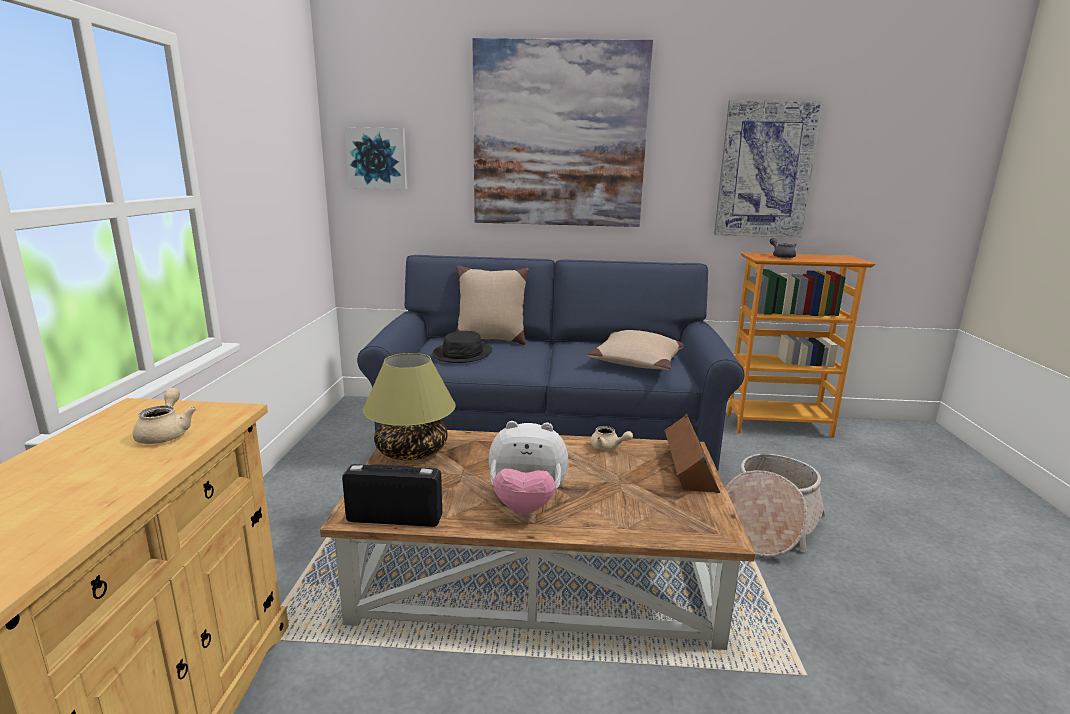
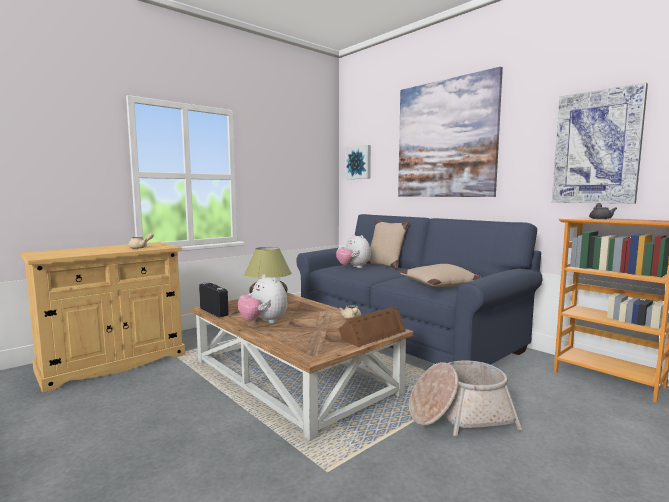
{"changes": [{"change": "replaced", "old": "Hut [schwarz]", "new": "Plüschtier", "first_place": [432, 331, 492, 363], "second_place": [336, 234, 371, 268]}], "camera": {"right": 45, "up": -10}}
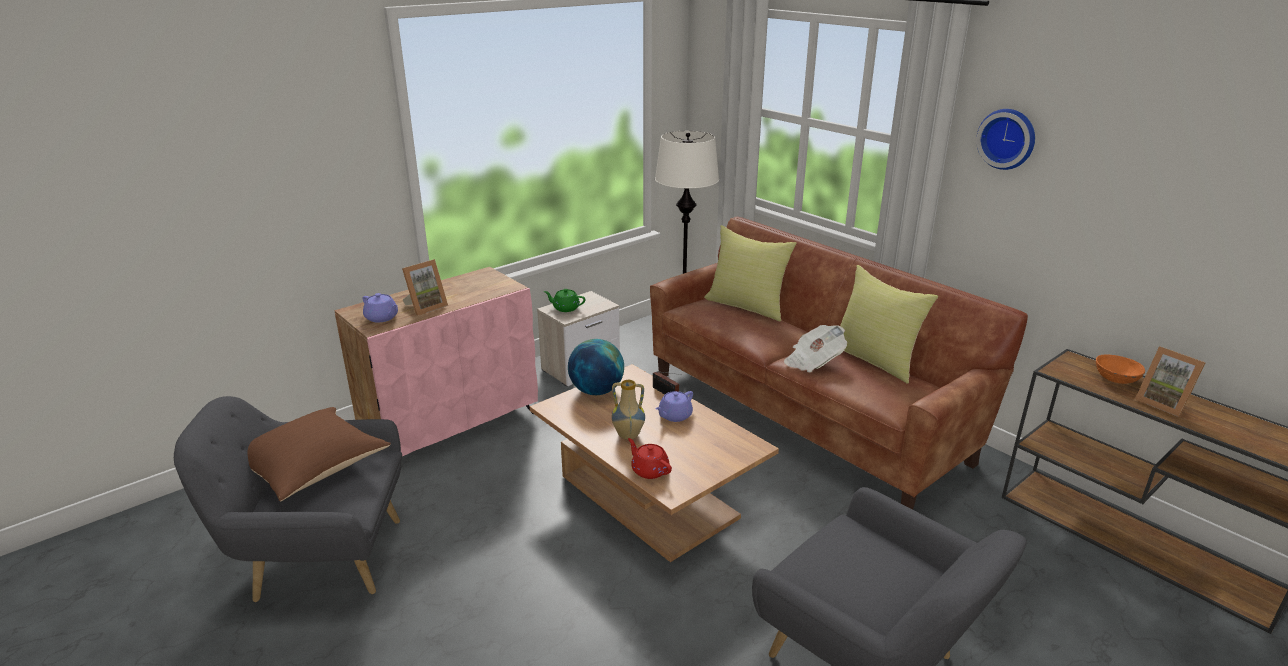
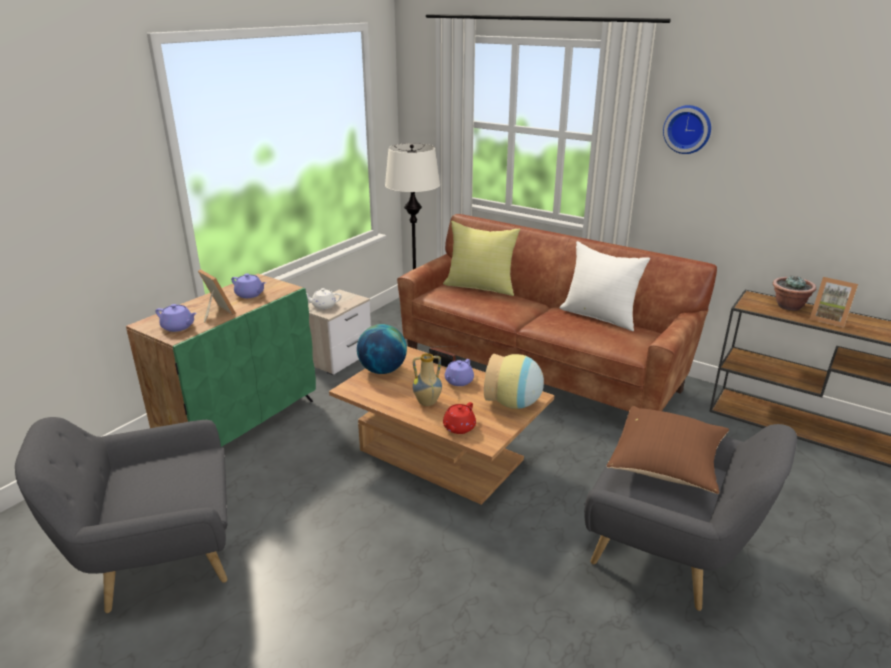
{"changes": [{"change": "removed", "old": "Zeitung", "first_place": [784, 325, 847, 372]}, {"change": "added", "new": "Teekanne [lila]", "second_place": [231, 273, 266, 298]}, {"change": "added", "new": "Vase", "second_place": [484, 354, 544, 409]}, {"change": "moved", "old": "Kissen [braun]", "first_place": [247, 407, 391, 501], "second_place": [607, 406, 729, 494]}, {"change": "replaced", "old": "Schüssel [orange]", "new": "Topfpflanze", "first_place": [1096, 355, 1145, 384], "second_place": [773, 276, 817, 311]}, {"change": "recoloured", "old": "Schrank [rosa]", "new": "Schrank [grün]", "first_place": [334, 267, 538, 456], "second_place": [126, 274, 316, 447]}, {"change": "recoloured", "old": "Teekanne [grün]", "new": "Teekanne [weiß]", "first_place": [544, 289, 585, 312], "second_place": [306, 288, 342, 309]}, {"change": "recoloured", "old": "Kissen [gelb]", "new": "Kissen [weiß]", "first_place": [840, 265, 938, 384], "second_place": [559, 241, 650, 331]}, {"change": "turned", "old": "Bilderrahmen", "first_place": [402, 259, 448, 316], "second_place": [198, 269, 236, 323], "degrees": -75}, {"change": "turned", "old": "Teekanne [rot]", "first_place": [628, 438, 672, 479], "second_place": [443, 402, 476, 434], "degrees": -90}], "camera": {"right": -15, "up": 0}}
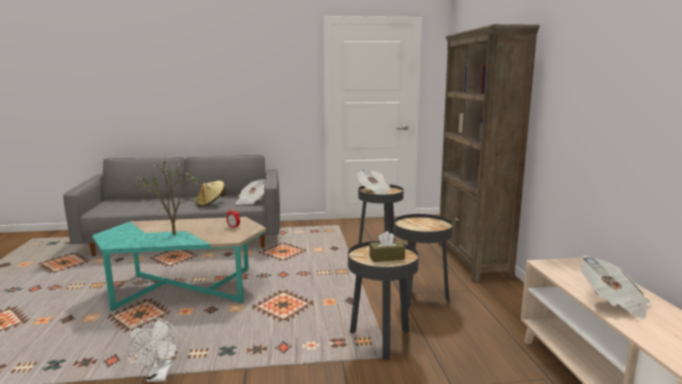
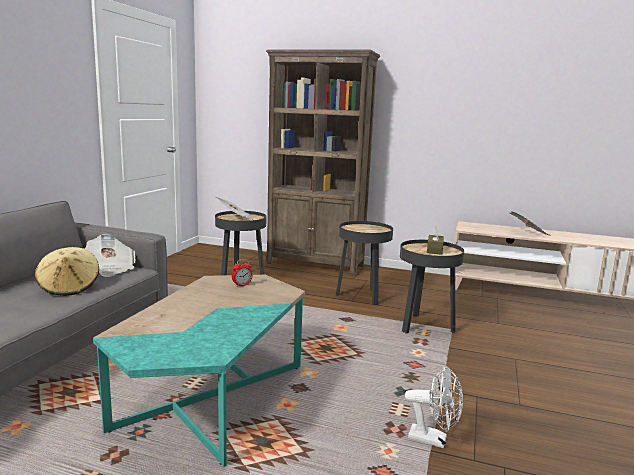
{"changes": [{"change": "removed", "old": "Topfpflanze", "first_place": [130, 159, 208, 235]}], "camera": {"right": -65, "up": 0}}
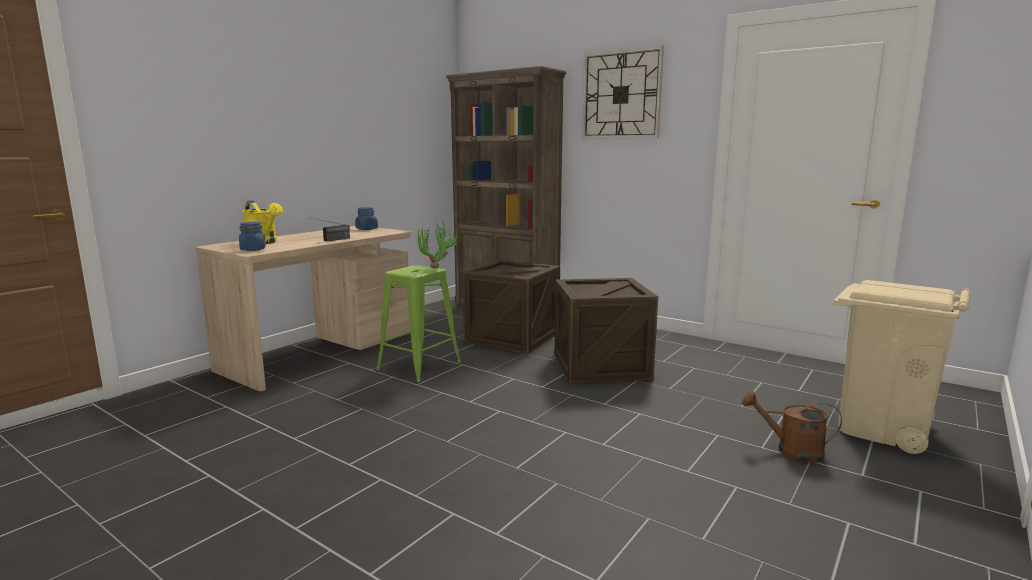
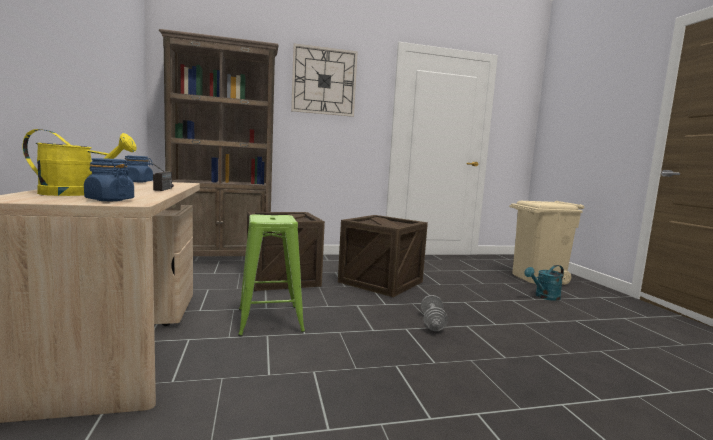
{"changes": [{"change": "removed", "old": "Topfpflanze", "first_place": [415, 219, 460, 269]}, {"change": "added", "new": "Hantel [grau]", "second_place": [421, 295, 448, 331]}, {"change": "recoloured", "old": "Gießkanne [braun]", "new": "Gießkanne [türkis]", "first_place": [742, 391, 842, 463], "second_place": [524, 265, 564, 301]}], "camera": {"right": -50, "up": -5}}
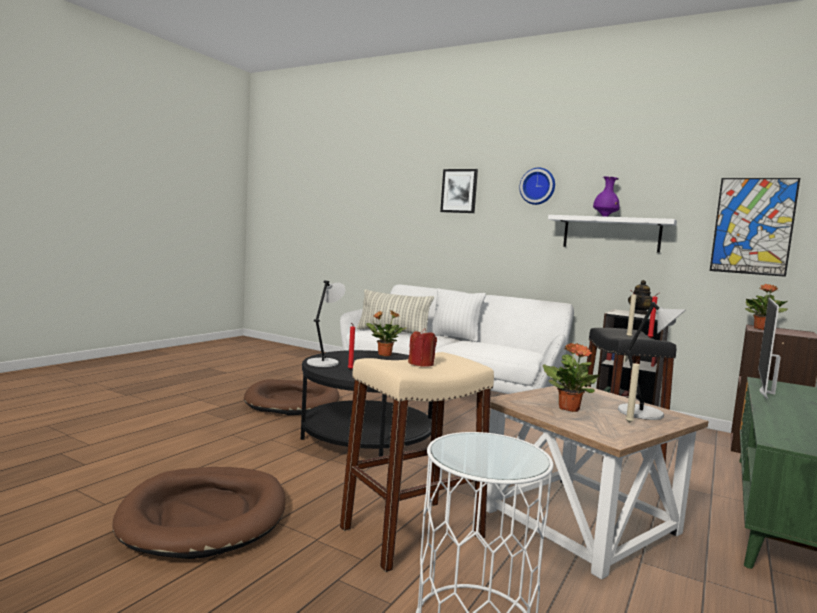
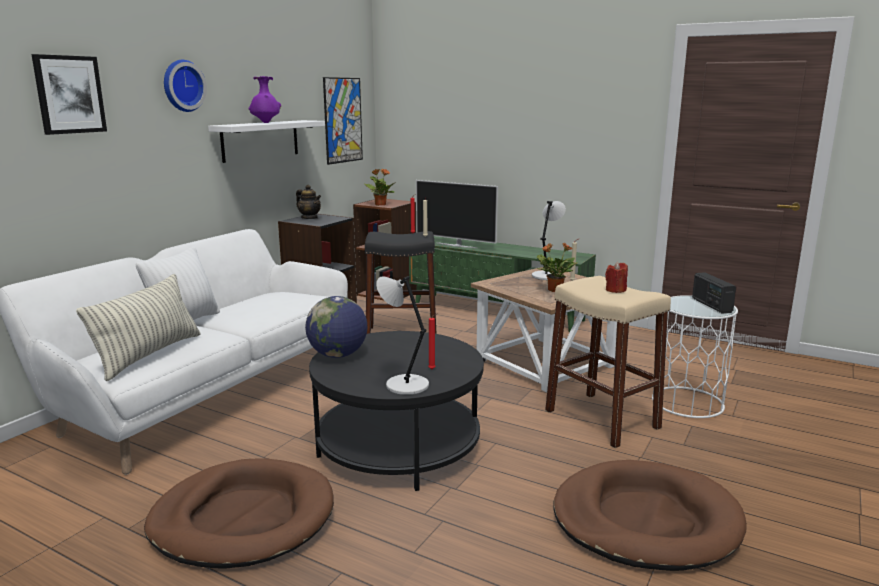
{"changes": [{"change": "added", "new": "Radio", "second_place": [692, 272, 736, 313]}, {"change": "replaced", "old": "Topfpflanze", "new": "Globus", "first_place": [366, 311, 406, 356], "second_place": [305, 296, 367, 358]}], "camera": {"right": -90, "up": 10}}
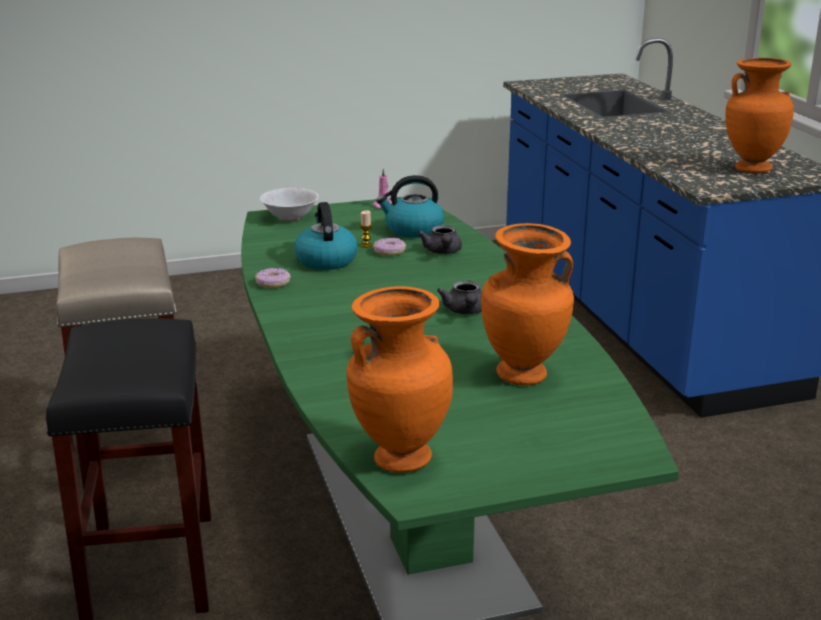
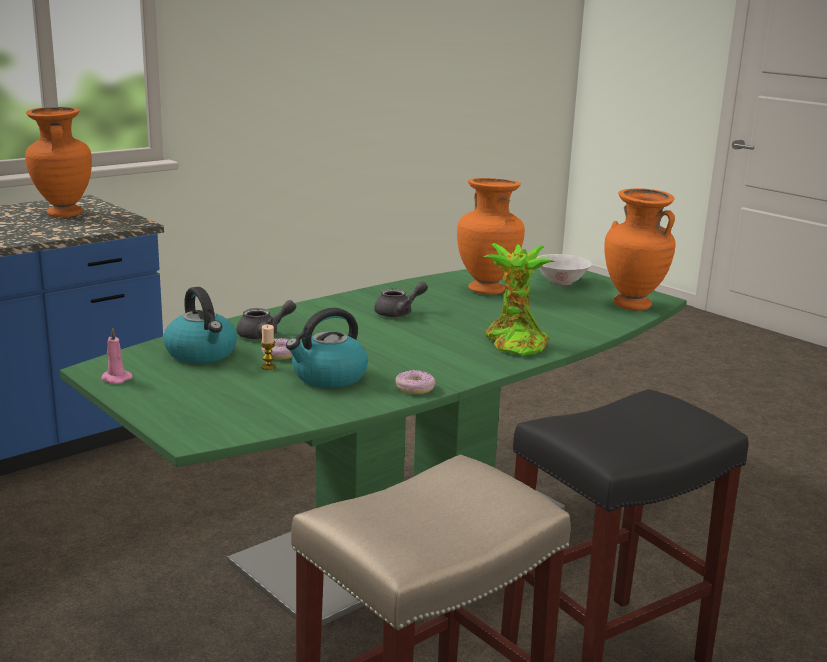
{"changes": [{"change": "added", "new": "Topfpflanze", "second_place": [484, 243, 555, 356]}, {"change": "moved", "old": "Schüssel [weiß]", "first_place": [260, 188, 319, 221], "second_place": [536, 254, 592, 285]}], "camera": {"right": -115, "up": -5}}
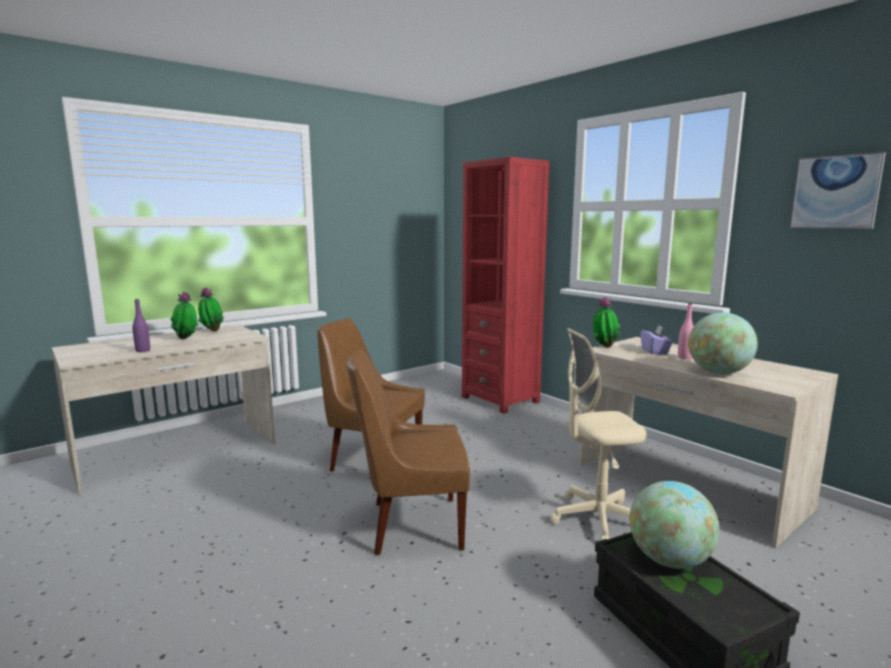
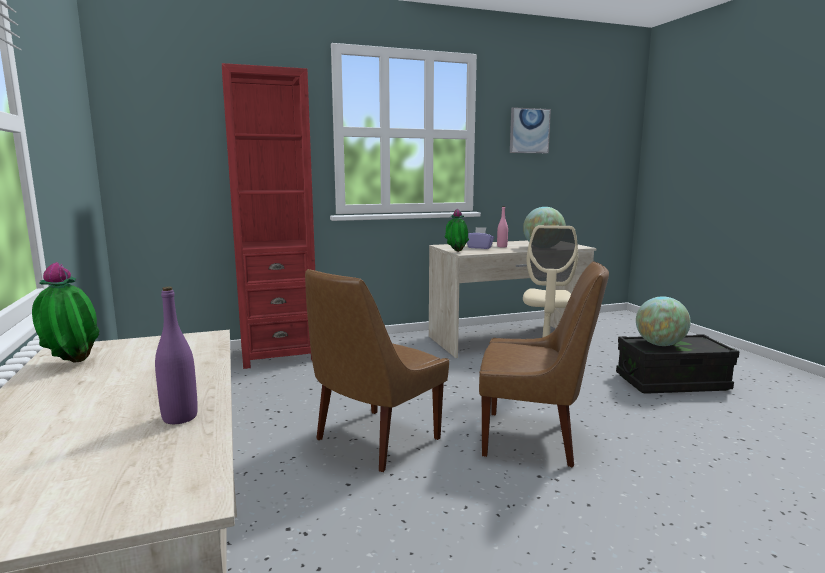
{"changes": [{"change": "removed", "old": "Topfpflanze", "first_place": [171, 292, 198, 339]}, {"change": "turned", "old": "Stuhl [braun]", "first_place": [347, 349, 470, 555], "second_place": [479, 262, 609, 468], "degrees": -90}], "camera": {"right": -70, "up": 0}}
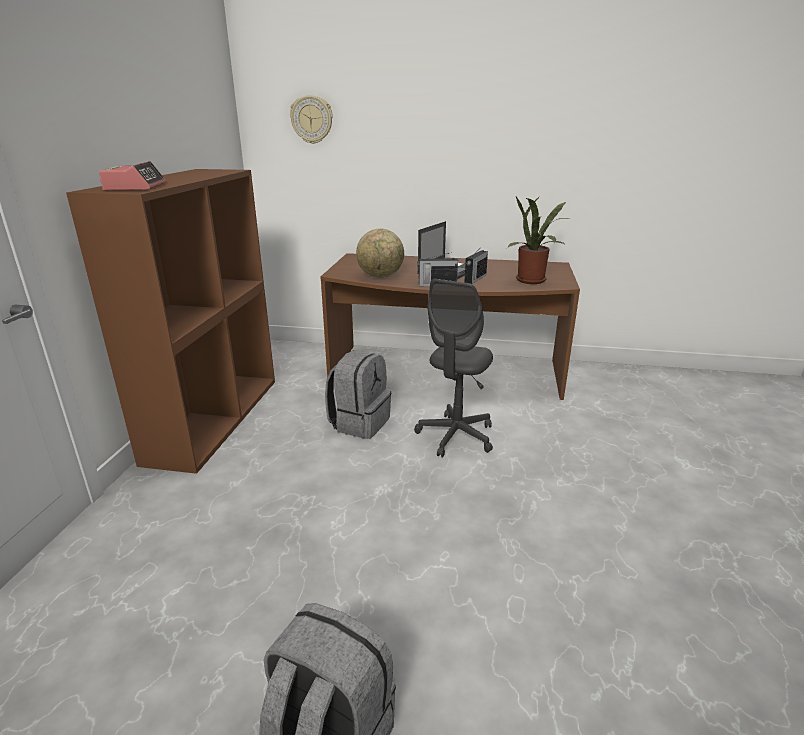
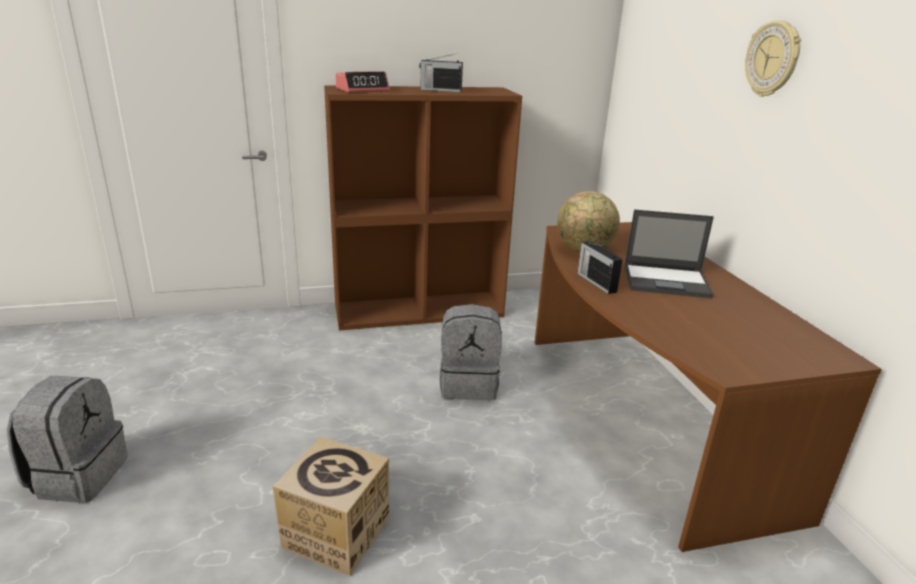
{"changes": [{"change": "removed", "old": "Bürostuhl [grau]", "first_place": [414, 279, 493, 458]}, {"change": "removed", "old": "Topfpflanze", "first_place": [507, 195, 571, 284]}, {"change": "added", "new": "Karton", "second_place": [272, 437, 389, 576]}, {"change": "moved", "old": "Wanduhr", "first_place": [290, 95, 333, 144], "second_place": [745, 20, 801, 97]}, {"change": "moved", "old": "Radio", "first_place": [464, 245, 488, 284], "second_place": [419, 54, 463, 92]}], "camera": {"right": 65, "up": 0}}
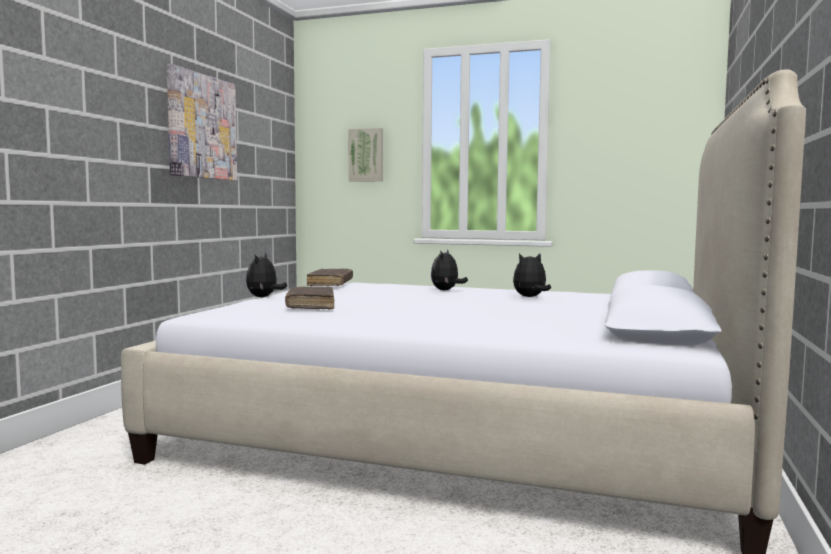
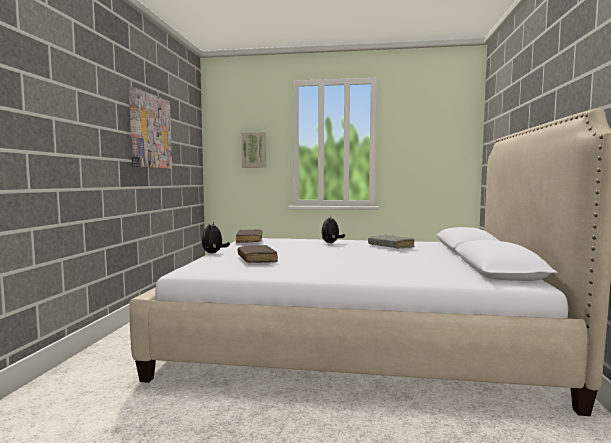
{"changes": [{"change": "replaced", "old": "Plüschtier", "new": "Buch [grau]", "first_place": [513, 253, 551, 297], "second_place": [368, 235, 415, 249]}], "camera": {"right": -10, "up": 0}}
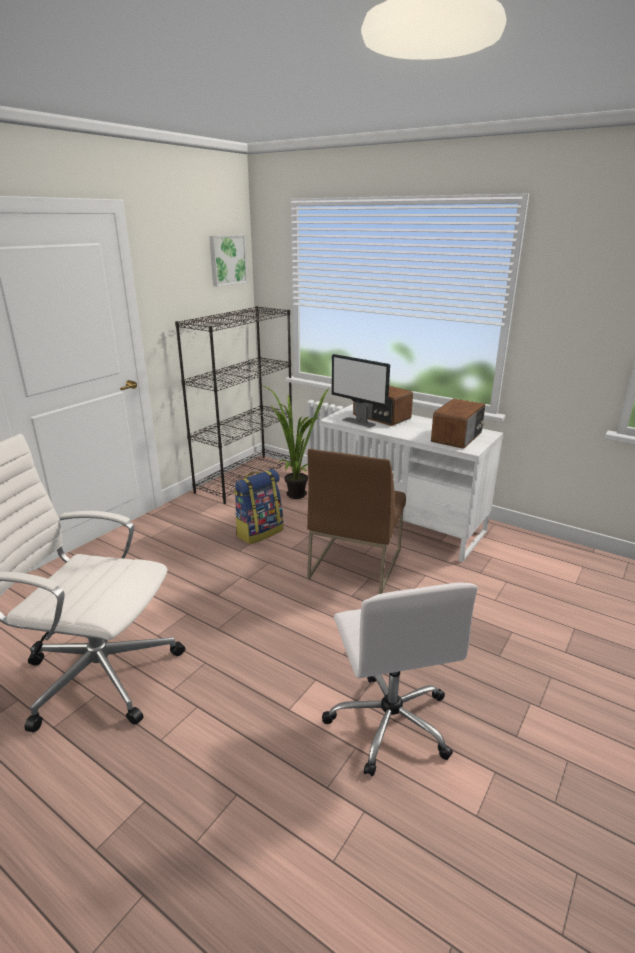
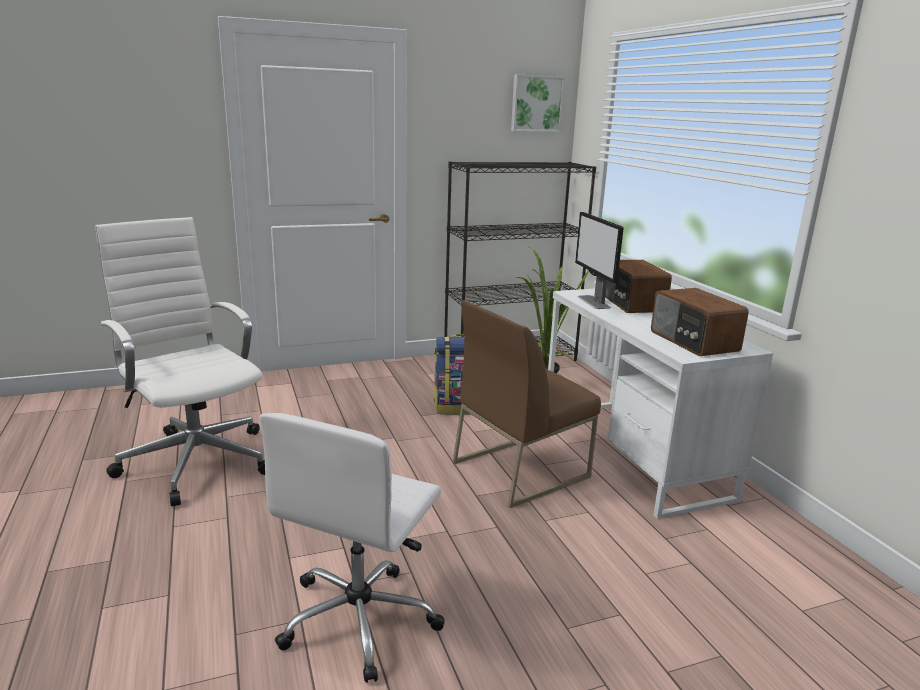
{"changes": [{"change": "turned", "old": "Radio", "first_place": [431, 398, 485, 449], "second_place": [651, 288, 749, 356], "degrees": 90}], "camera": {"right": 35, "up": -5}}
